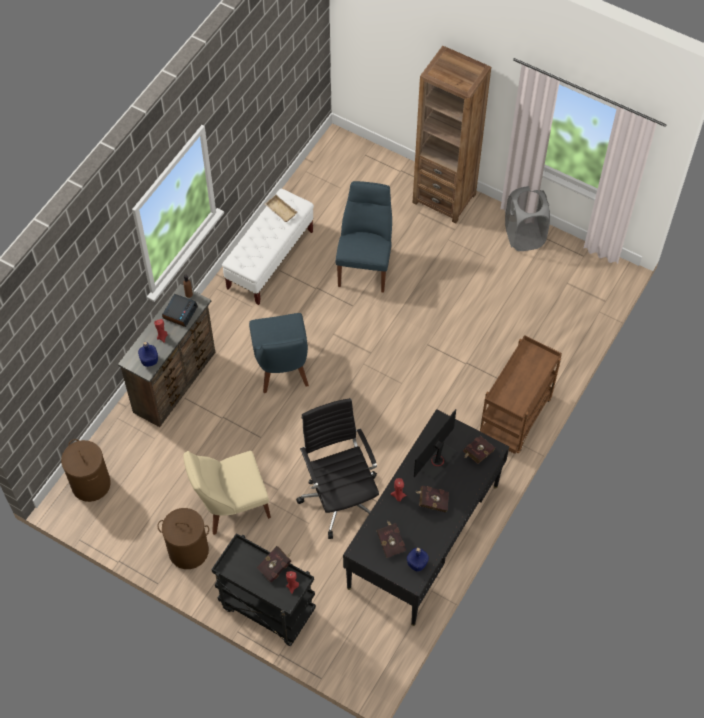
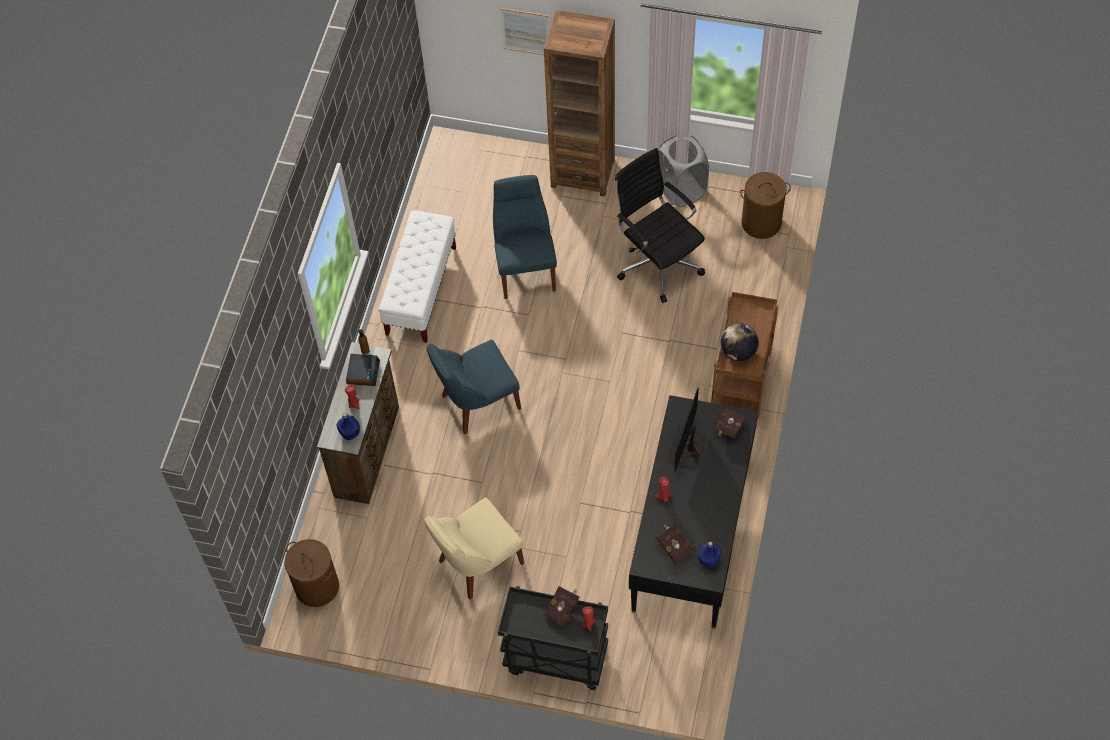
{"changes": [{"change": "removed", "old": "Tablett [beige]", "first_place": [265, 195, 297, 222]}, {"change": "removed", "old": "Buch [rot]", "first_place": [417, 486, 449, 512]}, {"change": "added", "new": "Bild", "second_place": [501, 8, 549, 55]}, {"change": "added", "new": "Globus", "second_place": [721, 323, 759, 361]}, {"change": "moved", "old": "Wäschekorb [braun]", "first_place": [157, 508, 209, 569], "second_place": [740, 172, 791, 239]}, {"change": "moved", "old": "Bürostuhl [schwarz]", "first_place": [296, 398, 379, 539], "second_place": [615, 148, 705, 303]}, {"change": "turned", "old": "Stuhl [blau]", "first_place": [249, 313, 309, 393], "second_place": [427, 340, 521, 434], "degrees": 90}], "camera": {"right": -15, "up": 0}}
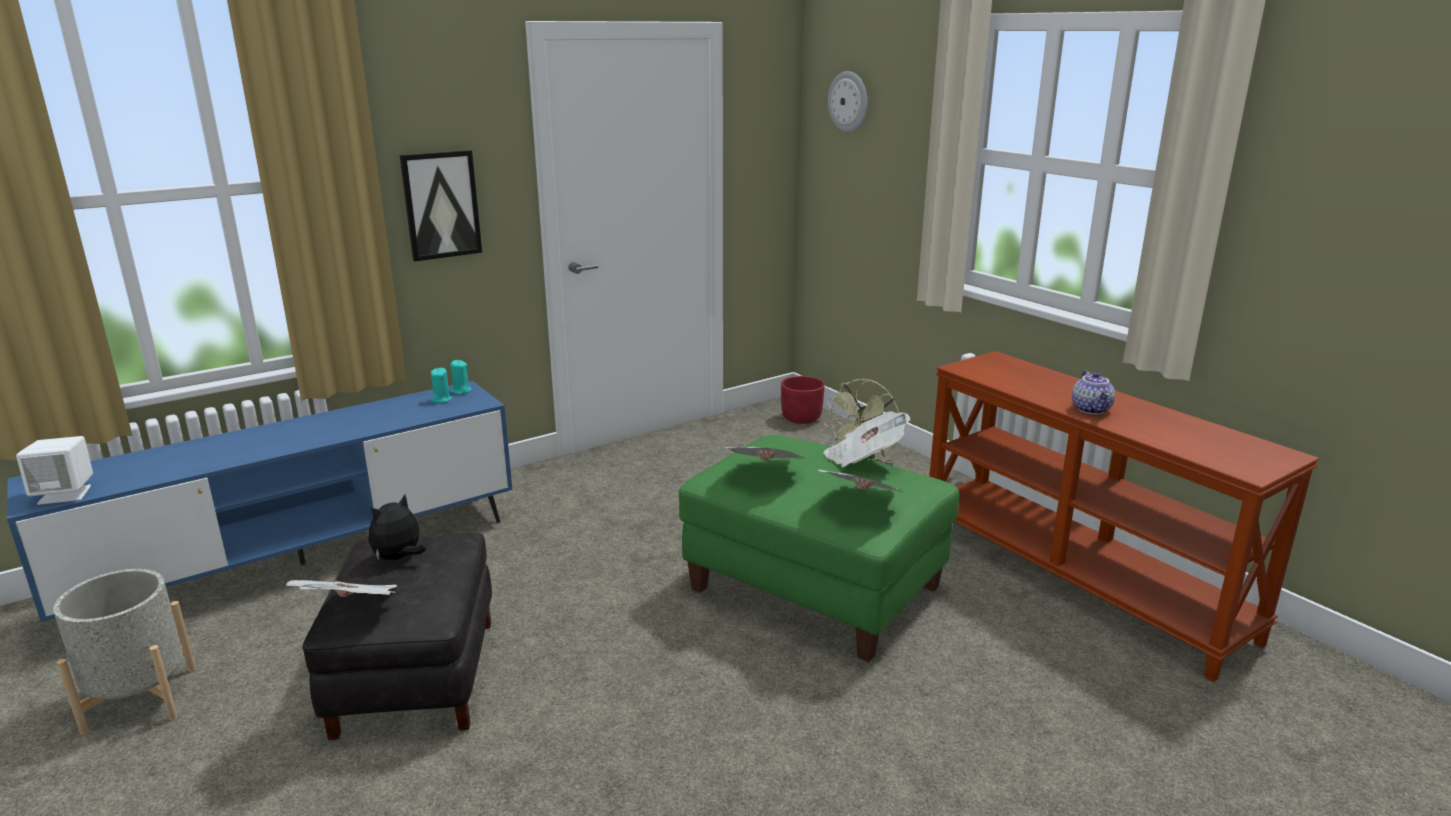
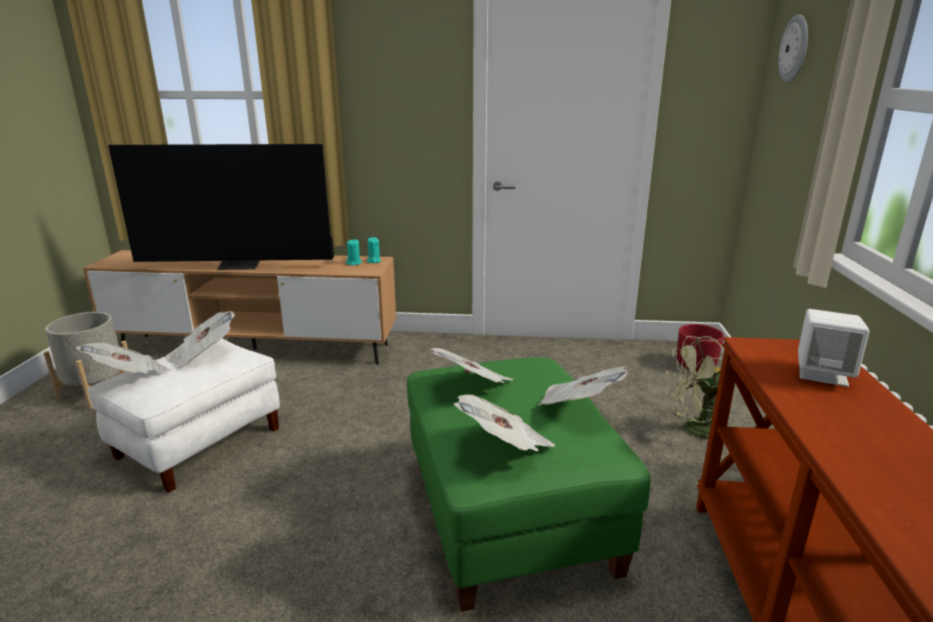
{"changes": [{"change": "removed", "old": "Bild", "first_place": [399, 150, 482, 261]}, {"change": "removed", "old": "Teekanne", "first_place": [1072, 371, 1115, 414]}, {"change": "added", "new": "Fernseher", "second_place": [108, 144, 334, 270]}, {"change": "moved", "old": "Lautsprecher [weiß]", "first_place": [16, 436, 93, 505], "second_place": [798, 309, 870, 387]}, {"change": "replaced", "old": "Plüschtier", "new": "Zeitung", "first_place": [369, 494, 426, 560], "second_place": [165, 311, 235, 367]}, {"change": "recoloured", "old": "Fernsehschrank [blau]", "new": "Fernsehschrank [braun]", "first_place": [7, 381, 512, 622], "second_place": [83, 250, 396, 365]}, {"change": "recoloured", "old": "Polsterhocker [schwarz]", "new": "Polsterhocker [weiß]", "first_place": [302, 533, 492, 740], "second_place": [87, 339, 280, 493]}], "camera": {"right": 40, "up": 0}}
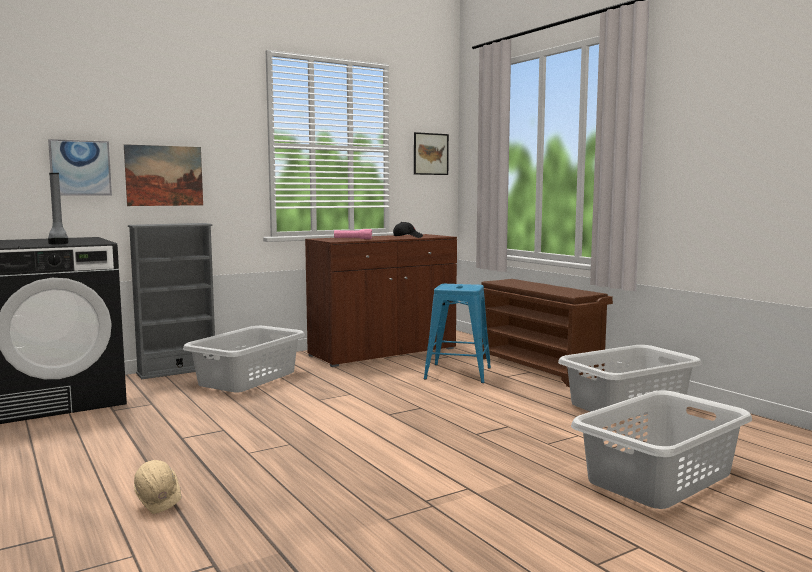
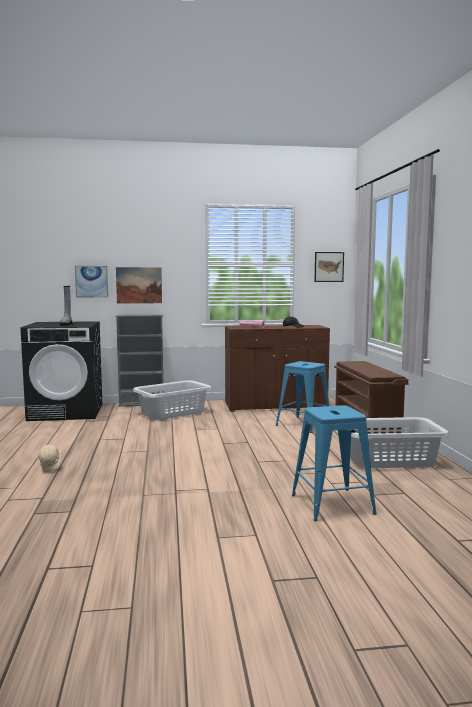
{"changes": [{"change": "replaced", "old": "Wäschekorb [grau]", "new": "Hocker [blau]", "first_place": [571, 390, 752, 509], "second_place": [292, 405, 377, 521]}], "camera": {"right": 25, "up": 0}}
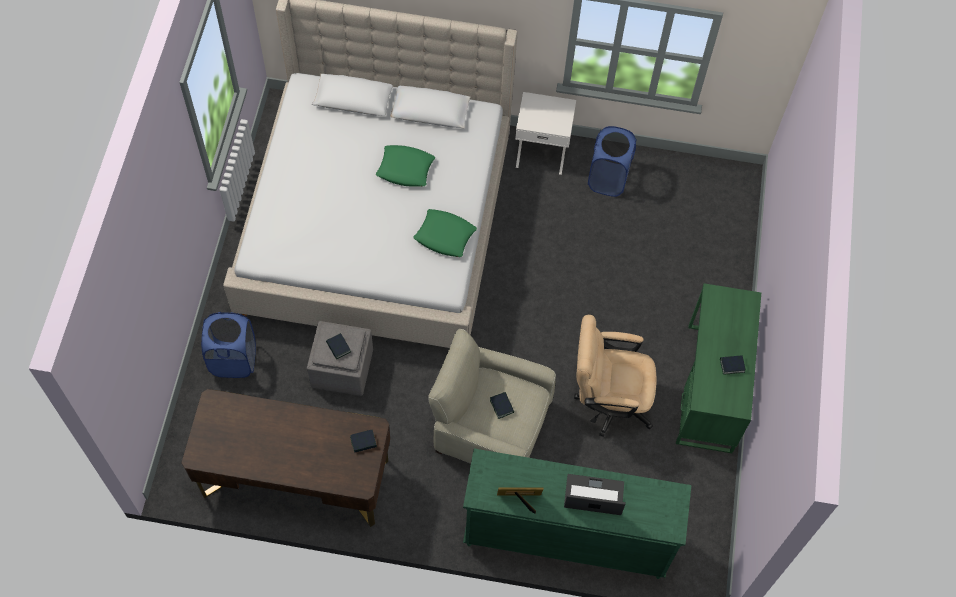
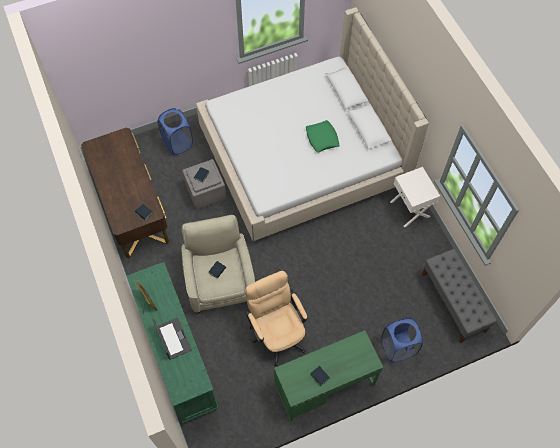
{"changes": [{"change": "removed", "old": "Kissen [grün]", "first_place": [413, 209, 477, 257]}, {"change": "added", "new": "Bank [grau]", "second_place": [422, 249, 497, 343]}, {"change": "moved", "old": "Wäschekorb [blau]", "first_place": [588, 126, 636, 197], "second_place": [381, 318, 423, 362]}], "camera": {"right": 60, "up": 0}}
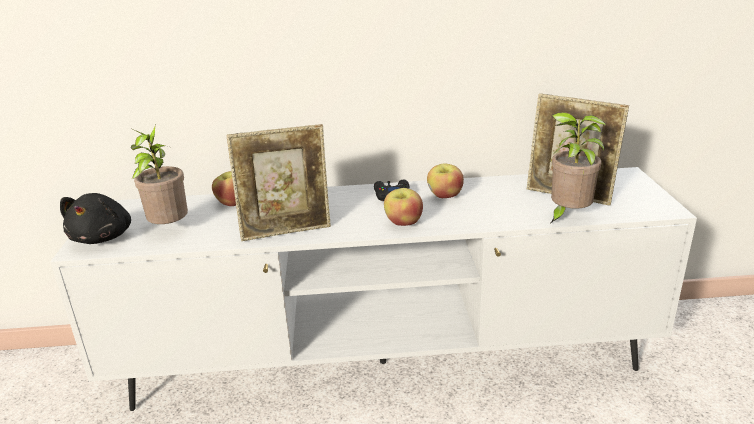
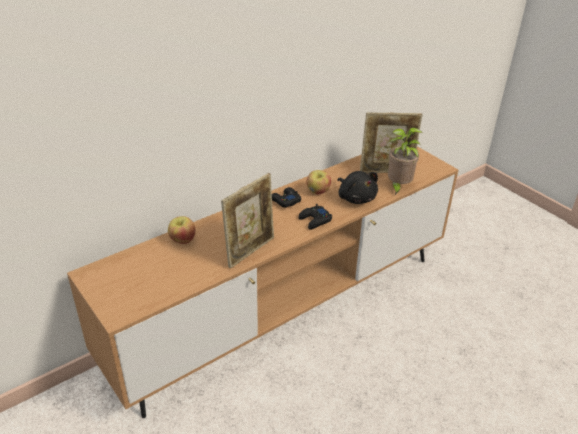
{"changes": [{"change": "removed", "old": "Topfpflanze", "first_place": [130, 124, 188, 224]}, {"change": "moved", "old": "Plüschtier [schwarz]", "first_place": [60, 193, 131, 244], "second_place": [337, 171, 378, 204]}, {"change": "replaced", "old": "Apfel", "new": "Gamepad [schwarz]", "first_place": [384, 188, 423, 226], "second_place": [298, 204, 332, 230]}, {"change": "recoloured", "old": "Fernsehschrank [weiß]", "new": "Fernsehschrank [braun]", "first_place": [50, 167, 697, 411], "second_place": [67, 146, 458, 418]}], "camera": {"right": -35, "up": 10}}
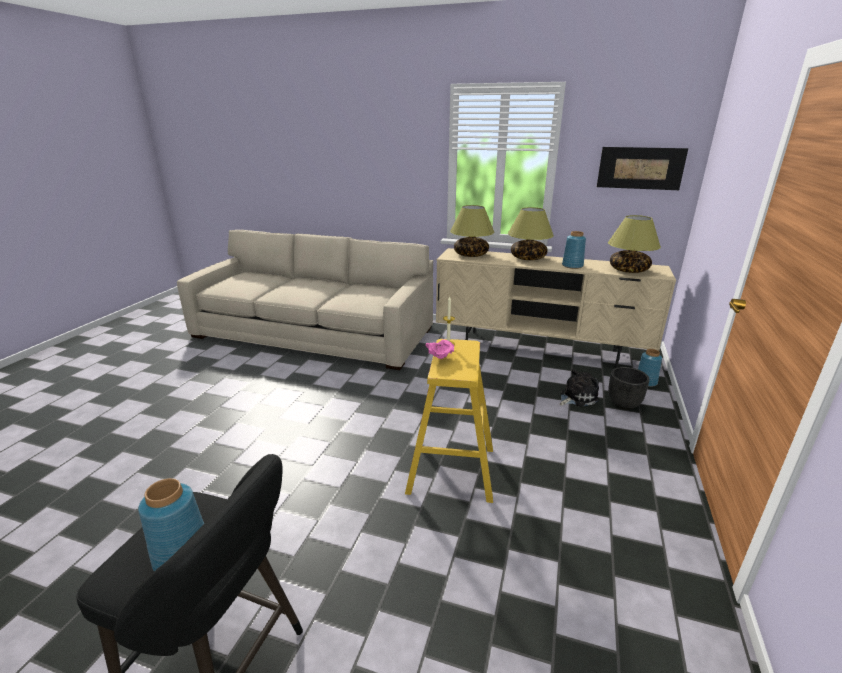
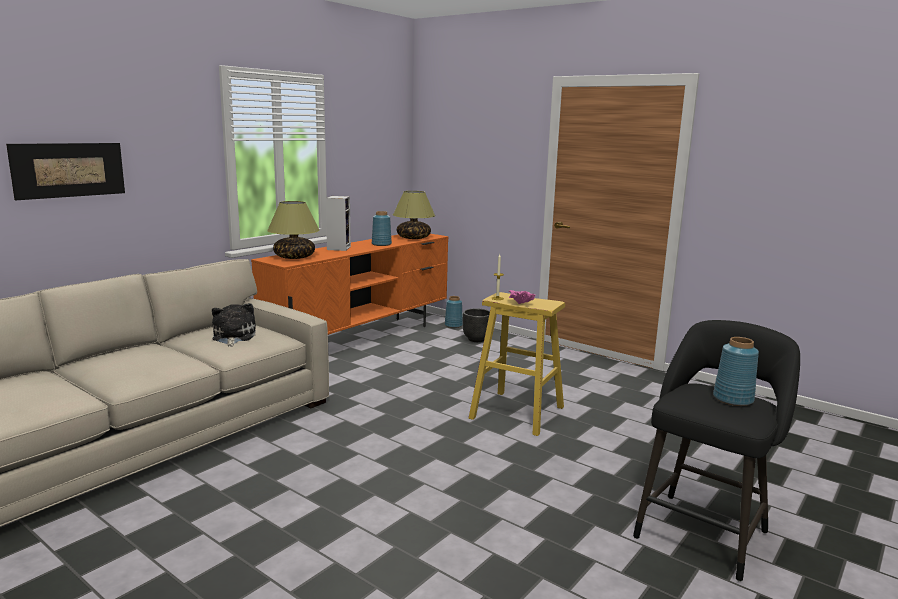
{"changes": [{"change": "moved", "old": "Plüschtier", "first_place": [559, 369, 599, 407], "second_place": [212, 303, 256, 347]}, {"change": "moved", "old": "Bild", "first_place": [597, 147, 688, 190], "second_place": [6, 143, 125, 200]}, {"change": "replaced", "old": "Tischlampe", "new": "Lautsprecher", "first_place": [508, 207, 554, 260], "second_place": [326, 196, 351, 251]}, {"change": "recoloured", "old": "Fernsehschrank [beige]", "new": "Fernsehschrank [orange]", "first_place": [436, 248, 676, 368], "second_place": [251, 234, 448, 335]}], "camera": {"right": -70, "up": -10}}
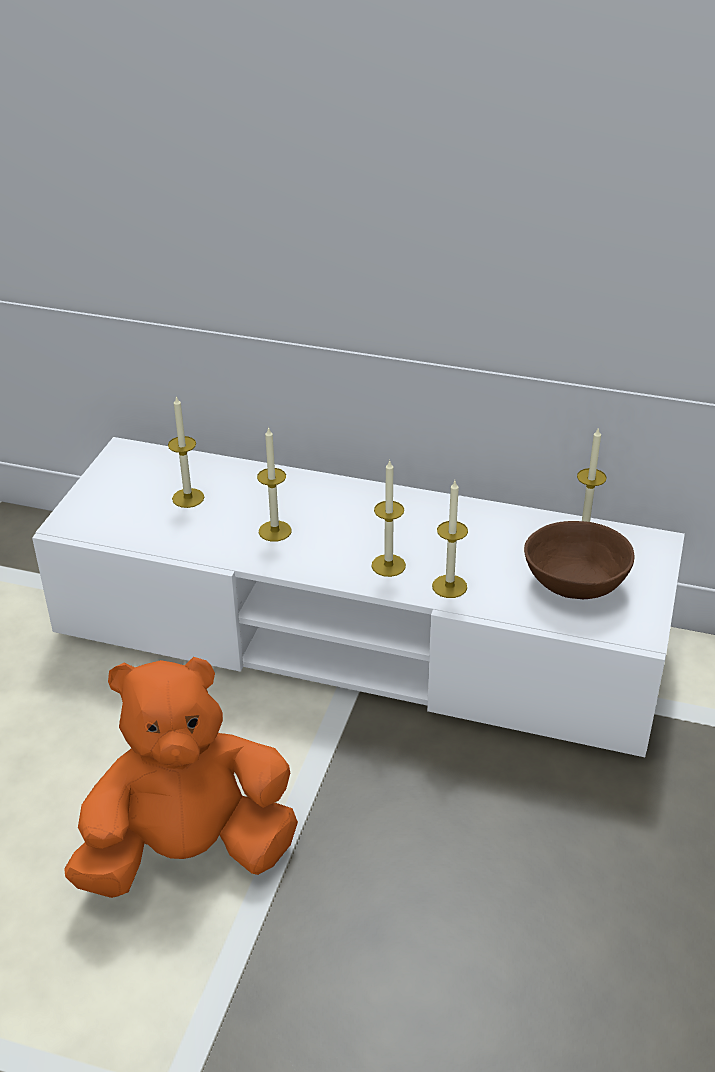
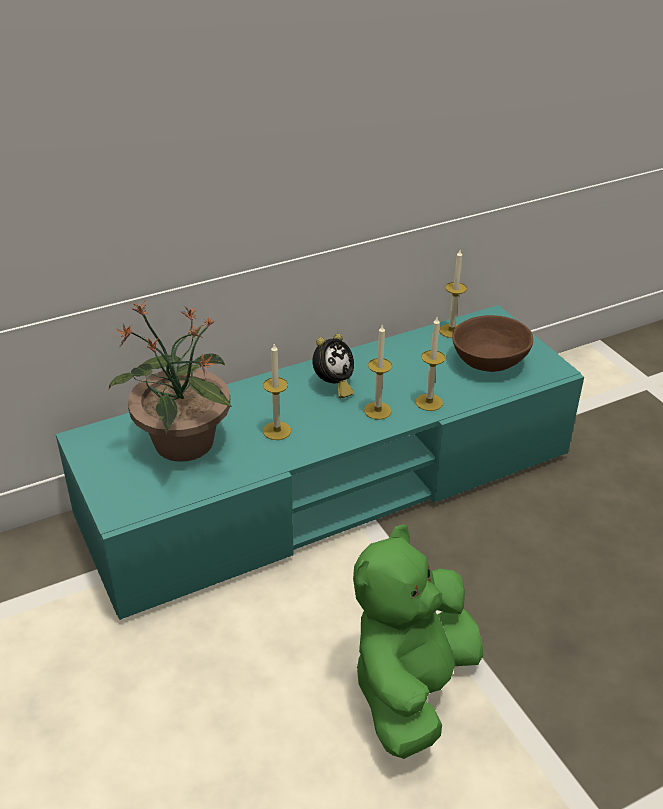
{"changes": [{"change": "added", "new": "Wecker", "second_place": [312, 334, 354, 398]}, {"change": "replaced", "old": "Kerze", "new": "Topfpflanze", "first_place": [168, 395, 204, 508], "second_place": [109, 301, 232, 462]}, {"change": "recoloured", "old": "Fernsehschrank [weiß]", "new": "Fernsehschrank [türkis]", "first_place": [32, 437, 685, 757], "second_place": [56, 305, 584, 620]}, {"change": "recoloured", "old": "Plüschtier [orange]", "new": "Plüschtier [grün]", "first_place": [64, 657, 298, 898], "second_place": [353, 524, 483, 759]}], "camera": {"right": -45, "up": 0}}
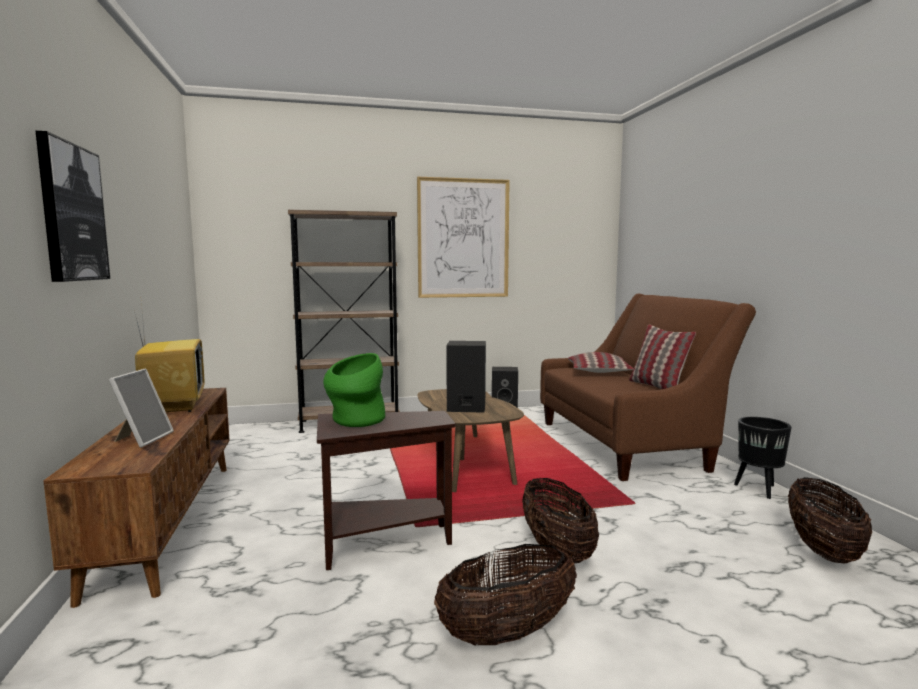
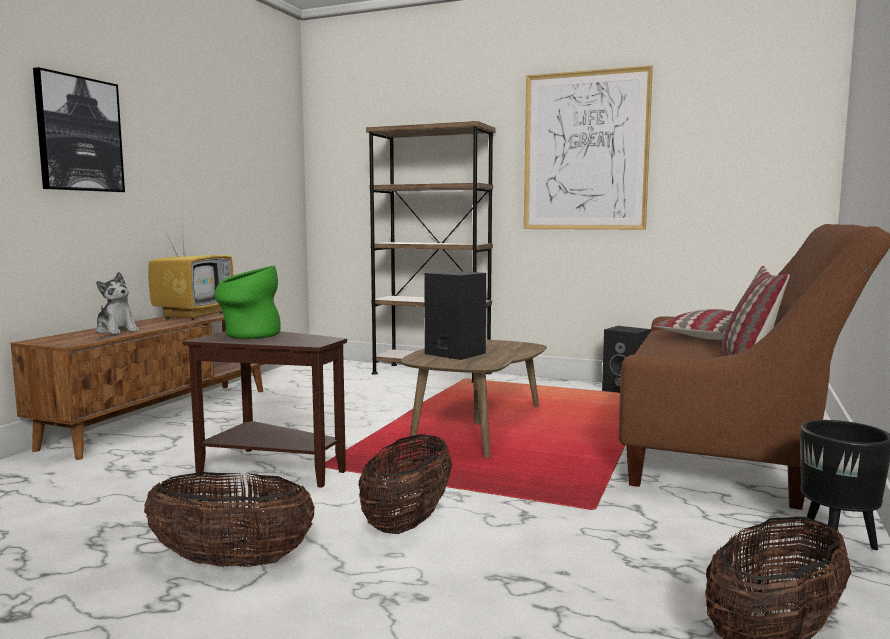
{"changes": [{"change": "replaced", "old": "Bilderrahmen", "new": "Plüschtier", "first_place": [109, 369, 174, 448], "second_place": [96, 272, 139, 334]}], "camera": {"right": 35, "up": 0}}
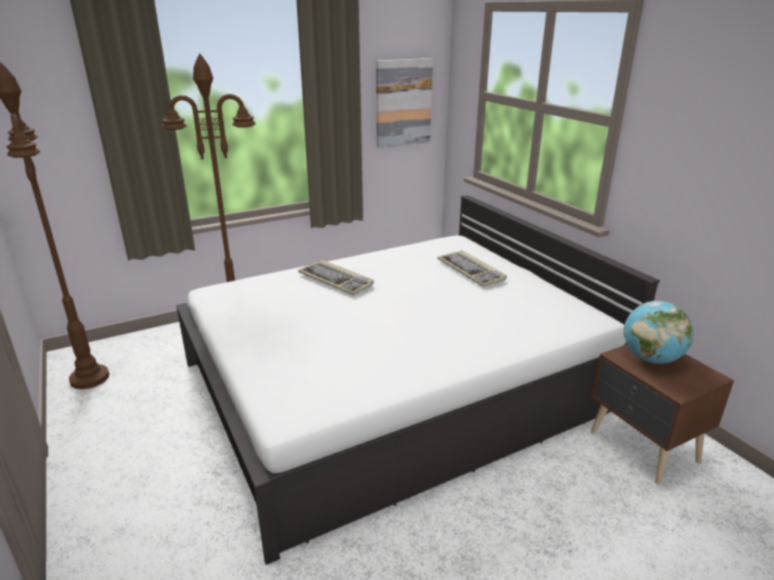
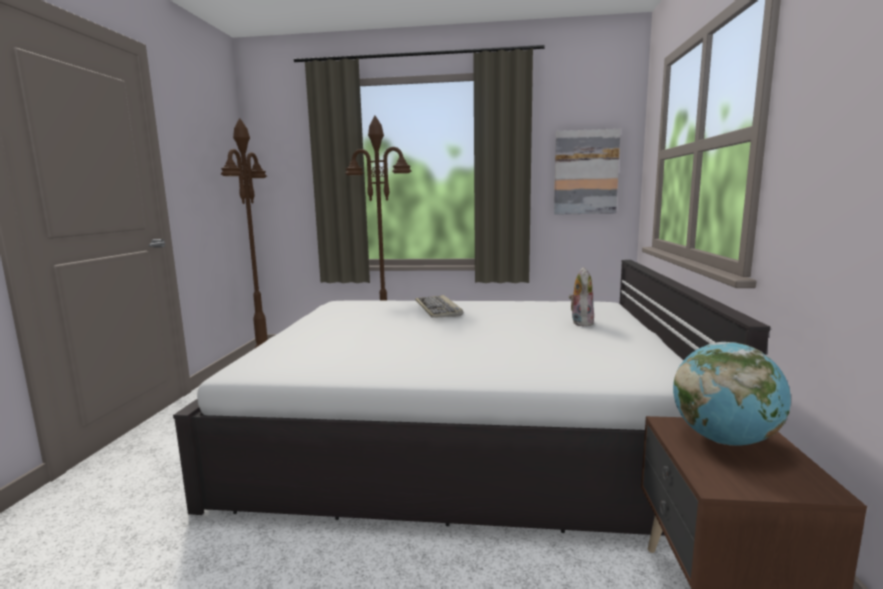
{"changes": [{"change": "replaced", "old": "Tastatur", "new": "Plüschtier", "first_place": [437, 250, 507, 287], "second_place": [569, 267, 594, 327]}], "camera": {"right": 35, "up": -15}}
